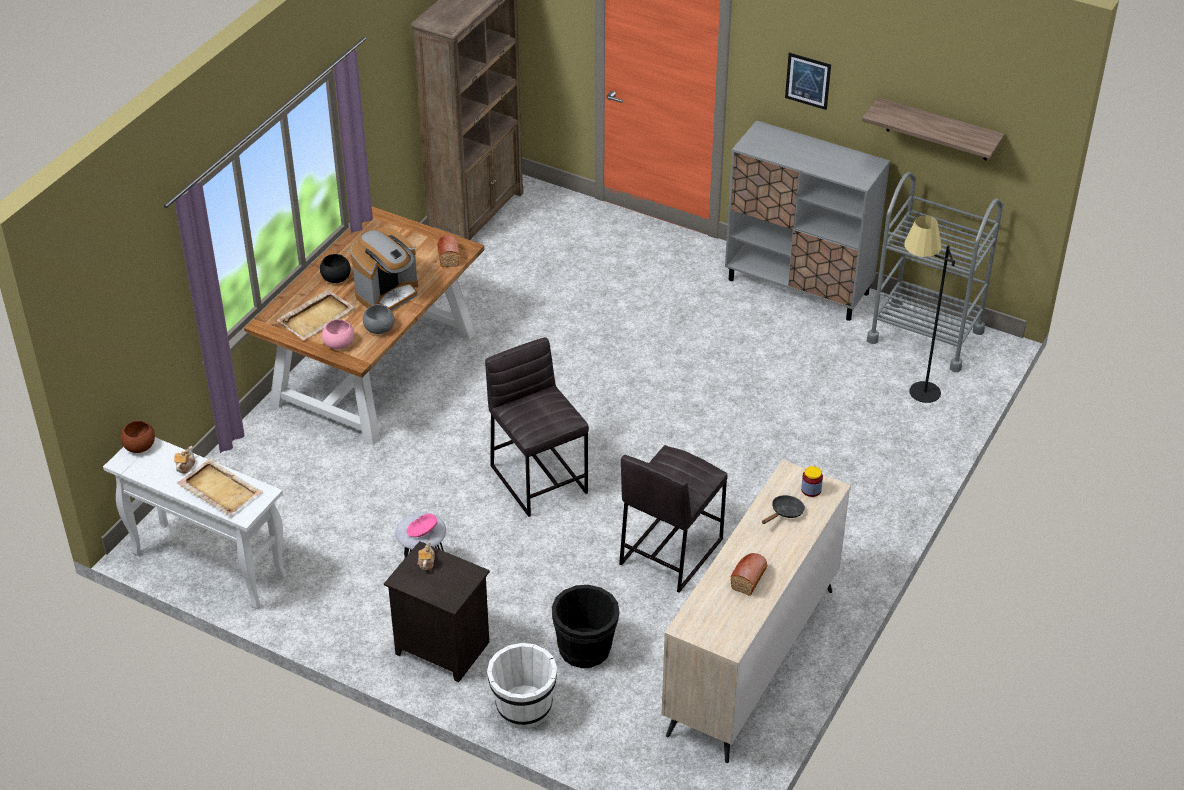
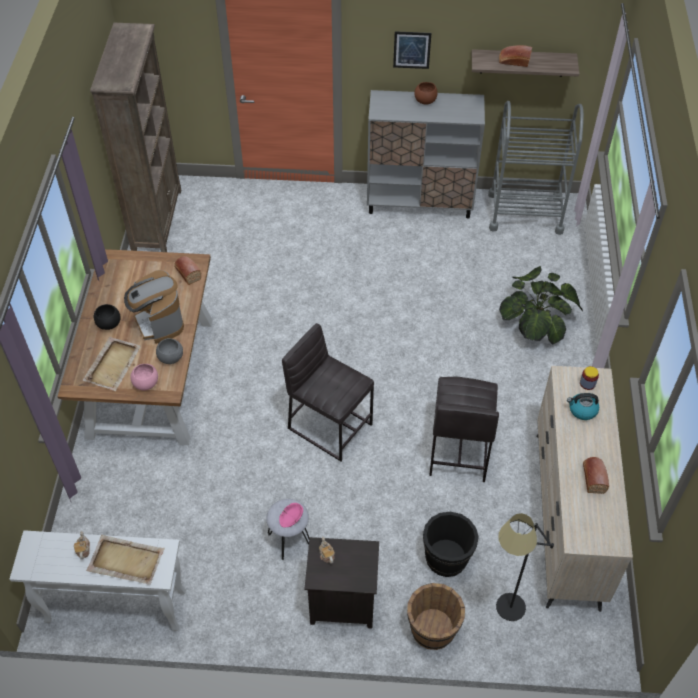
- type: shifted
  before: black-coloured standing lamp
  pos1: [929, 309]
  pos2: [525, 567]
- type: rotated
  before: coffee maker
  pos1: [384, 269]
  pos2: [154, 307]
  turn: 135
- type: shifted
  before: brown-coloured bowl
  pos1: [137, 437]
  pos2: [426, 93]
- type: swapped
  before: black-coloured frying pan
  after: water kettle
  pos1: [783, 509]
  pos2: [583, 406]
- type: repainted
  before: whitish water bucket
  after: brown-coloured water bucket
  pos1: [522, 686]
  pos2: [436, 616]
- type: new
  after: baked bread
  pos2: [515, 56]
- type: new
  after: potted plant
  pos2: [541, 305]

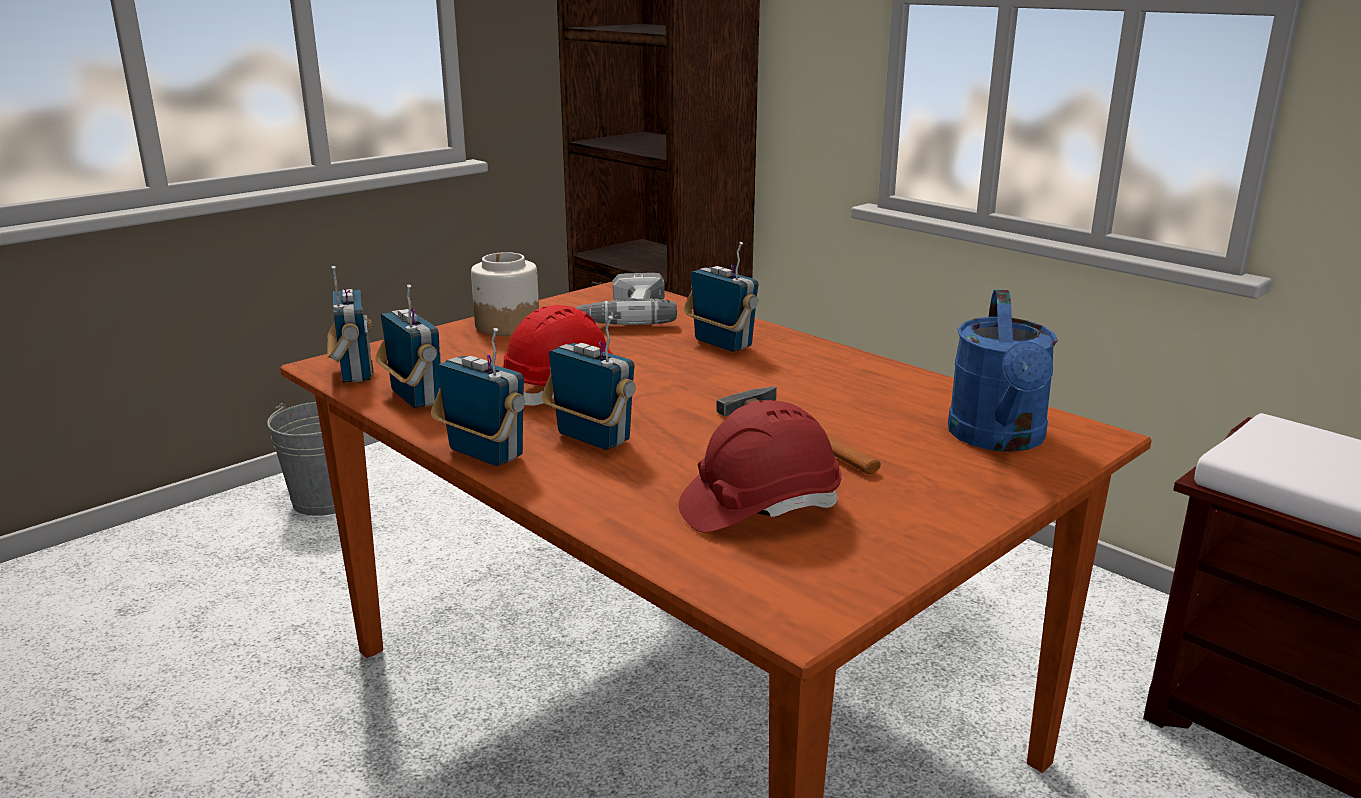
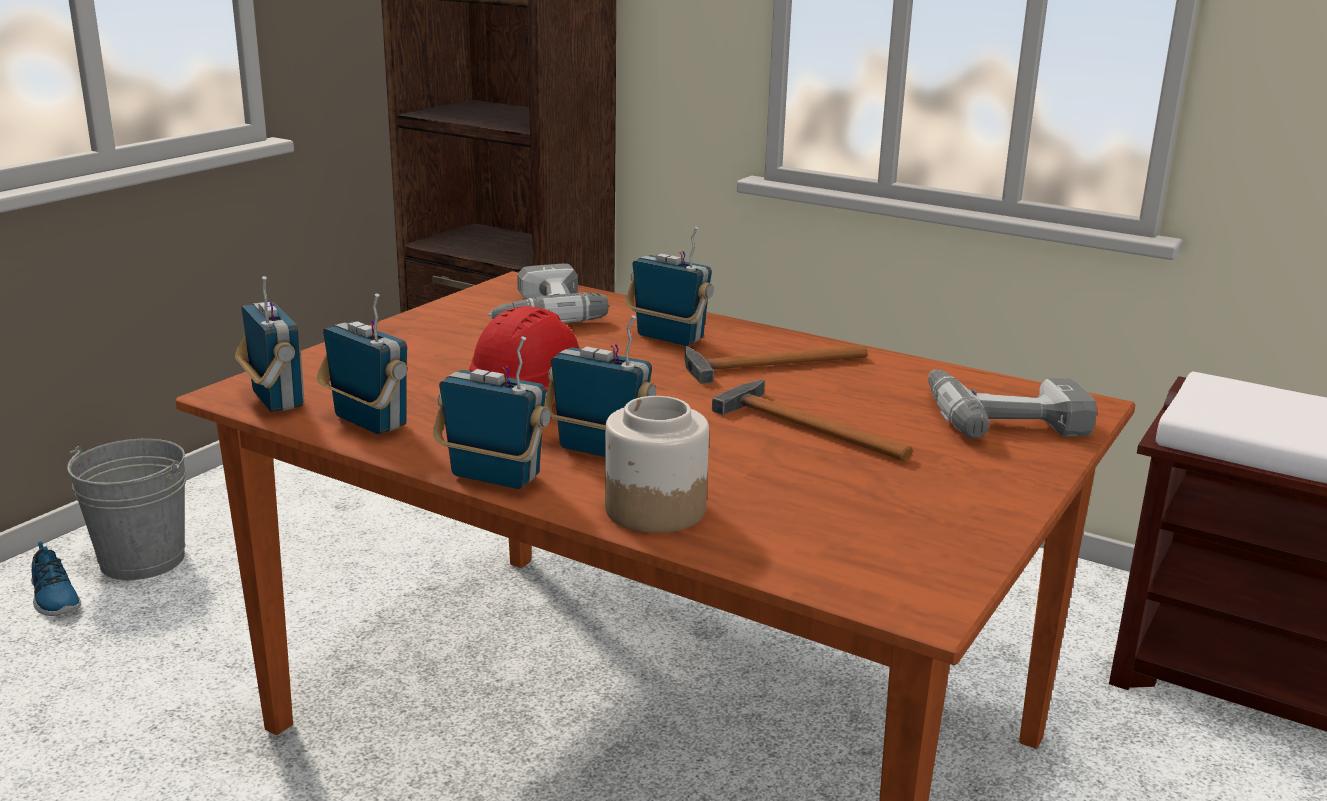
- type: shifted
  before: jar
  pos1: [505, 294]
  pos2: [657, 464]
- type: swapped
  before: blue watering pot
  after: power drill
  pos1: [1003, 370]
  pos2: [1012, 403]
- type: gone
  before: reddish hard hat
  pos1: [760, 466]
- type: new
  after: hand hammer
  pos2: [776, 364]
- type: new
  after: shoe
  pos2: [56, 578]

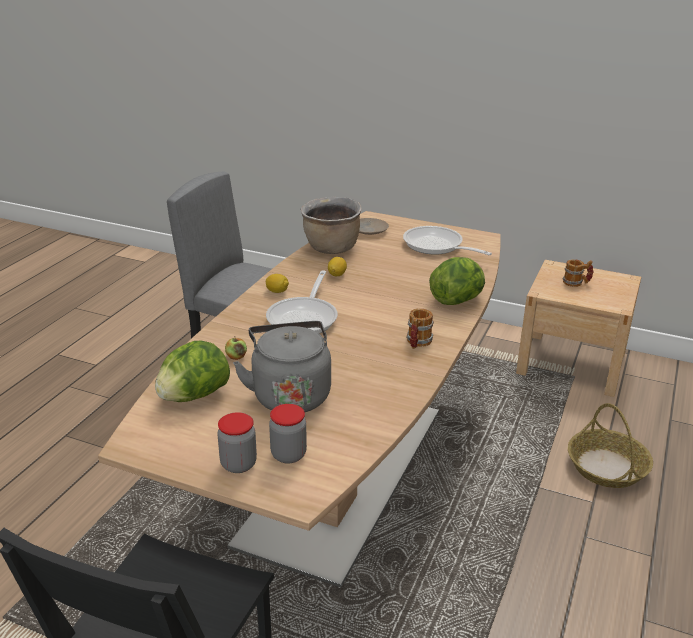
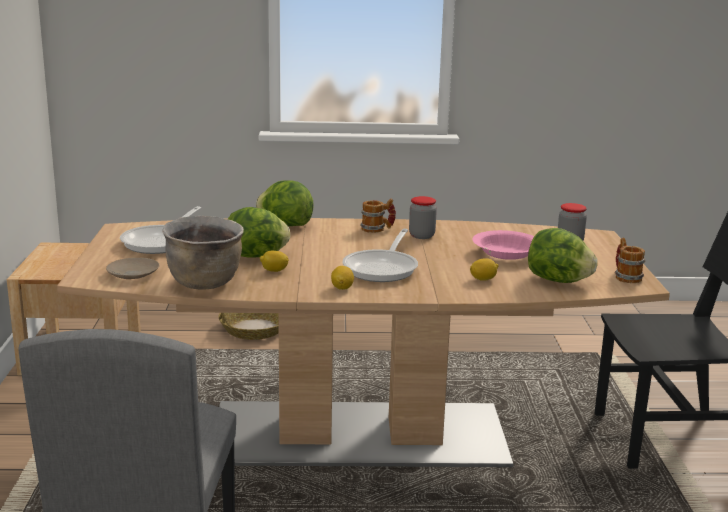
- type: shifted
  before: tea mug
  pos1: [578, 273]
  pos2: [630, 260]
- type: rotated
  before: frying pan
  pos1: [302, 302]
  pos2: [380, 255]
  turn: 120
- type: swapped
  before: gray water kettle
  after: pink-coloured bowl
  pos1: [282, 366]
  pos2: [503, 245]
- type: swapped
  before: whole apple
  after: lemon
  pos1: [236, 348]
  pos2: [484, 269]
- type: shifted
  before: jar
  pos1: [237, 442]
  pos2: [423, 217]
- type: new
  after: head of lettuce
  pos2: [259, 232]

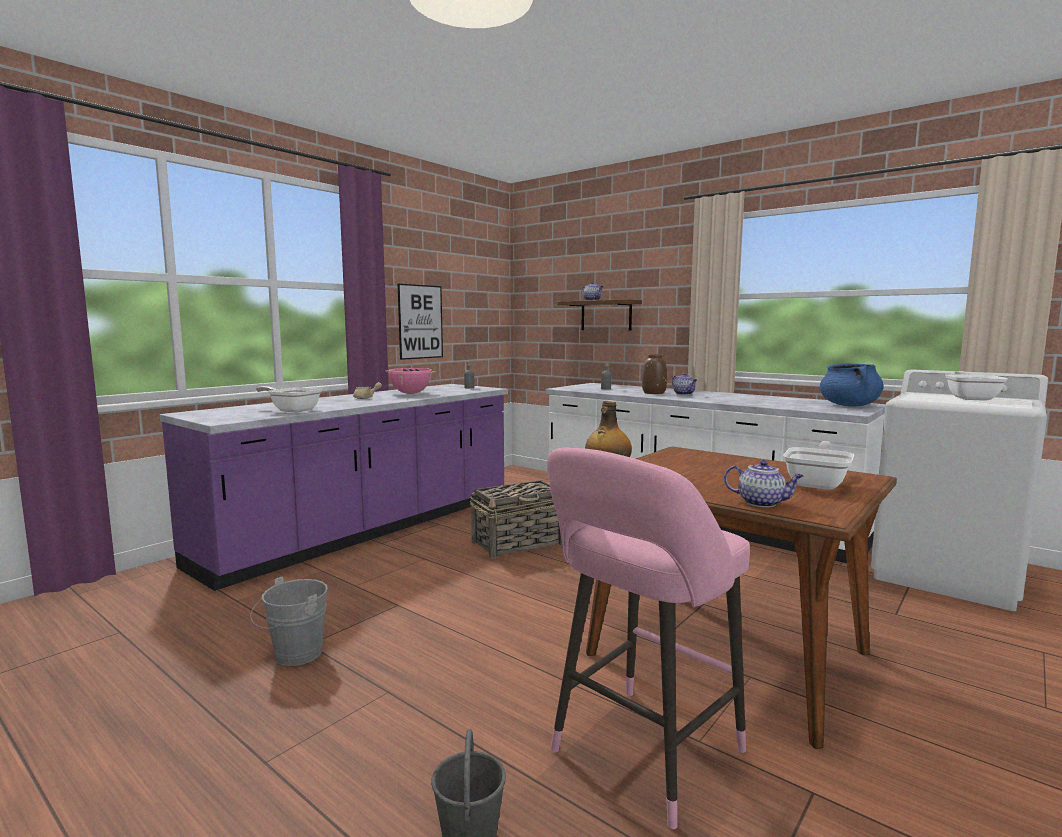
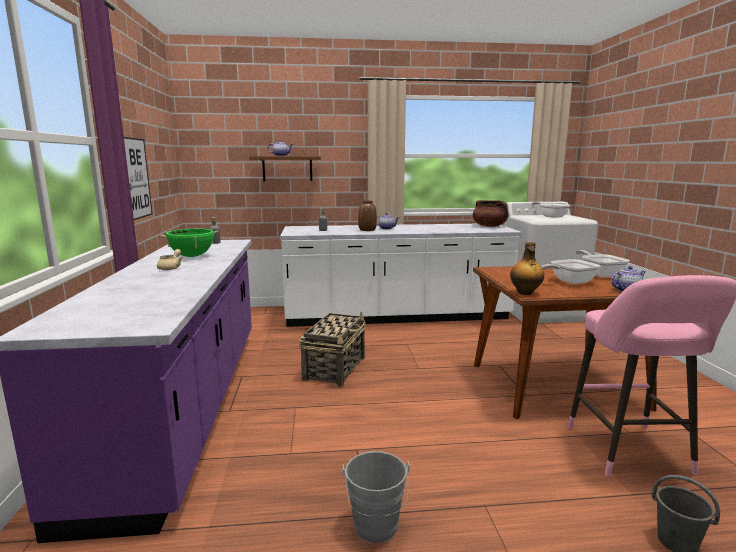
- type: repainted
  before: blue saucepot
  after: brown-coloured saucepot
  pos1: [852, 385]
  pos2: [491, 213]
- type: repainted
  before: pink-coloured saucepot
  after: green saucepot
  pos1: [411, 381]
  pos2: [189, 243]
- type: shifted
  before: frying pan
  pos1: [289, 399]
  pos2: [570, 271]

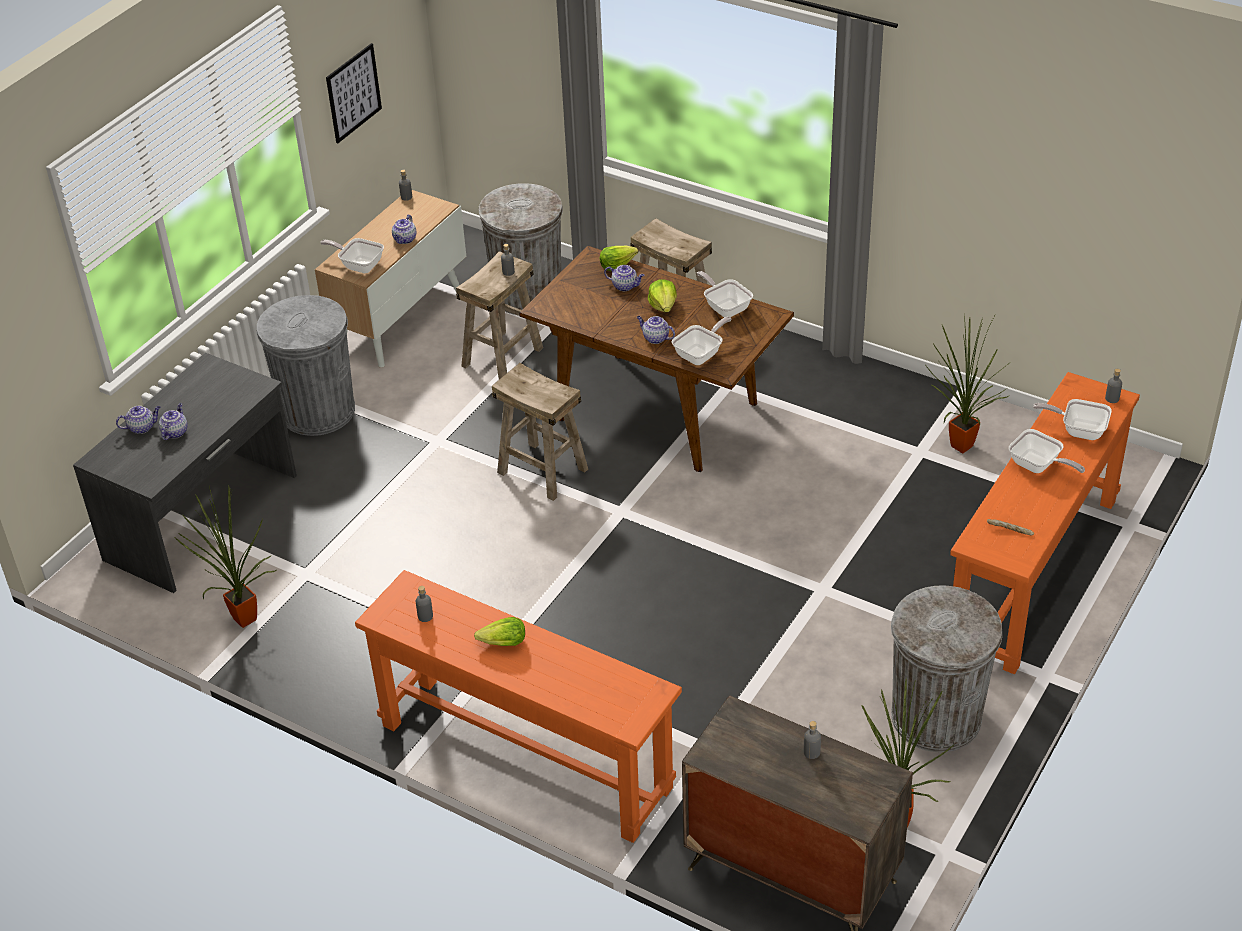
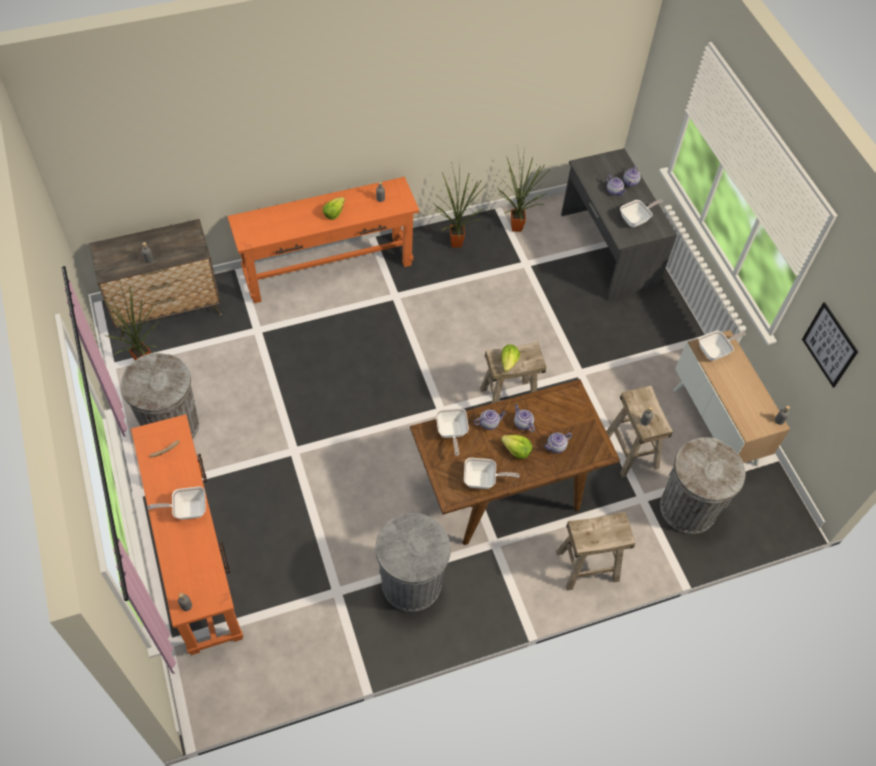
- type: shifted
  before: pot for tea
  pos1: [404, 229]
  pos2: [524, 418]
- type: shifted
  before: head of lettuce
  pos1: [619, 258]
  pos2: [510, 358]
- type: shifted
  before: gray trash can
  pos1: [306, 365]
  pos2: [413, 562]
- type: shifted
  before: potted plant
  pos1: [967, 384]
  pos2: [460, 205]
- type: shifted
  before: frying pan
  pos1: [1072, 419]
  pos2: [641, 213]

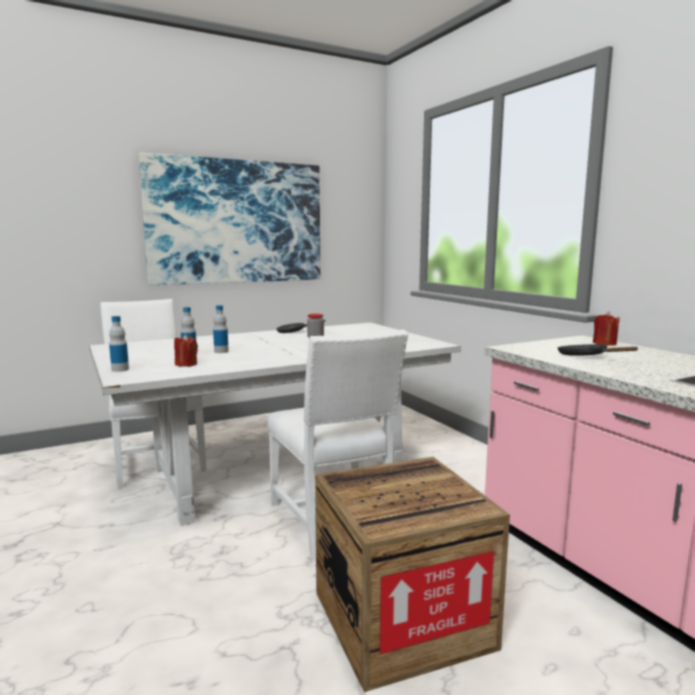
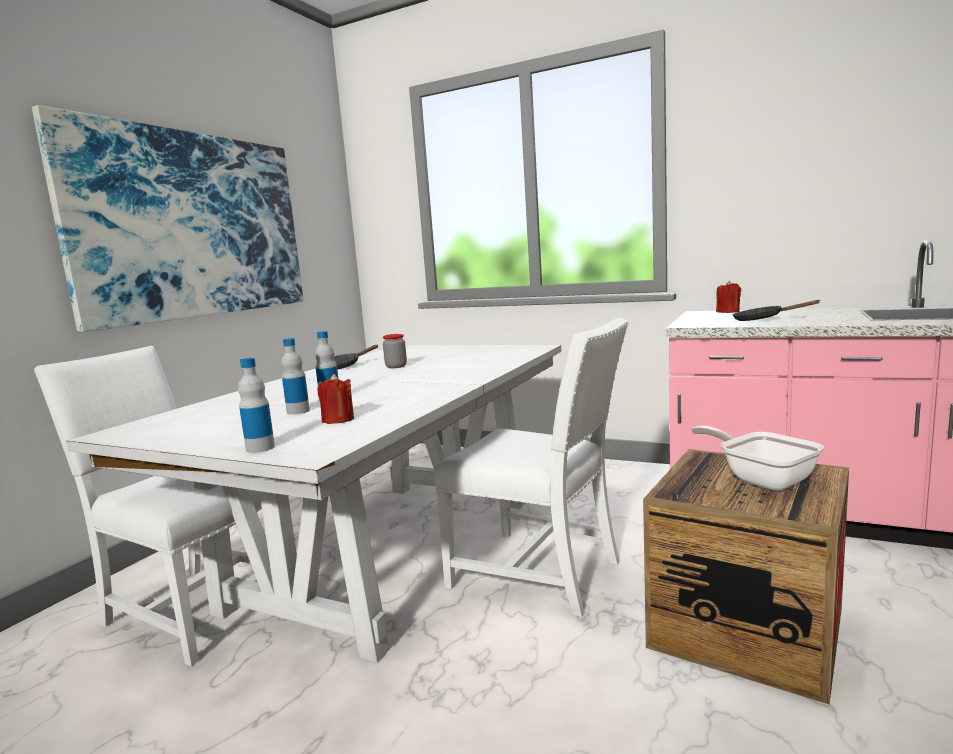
- type: new
  after: frying pan
  pos2: [757, 458]

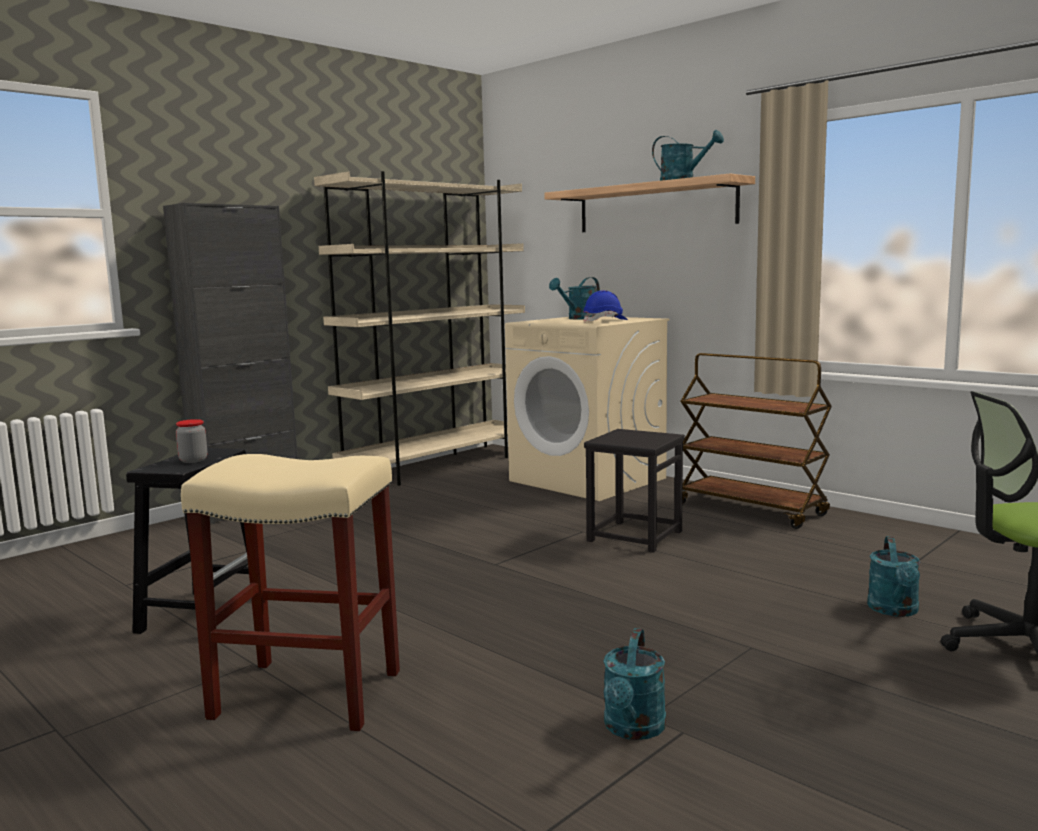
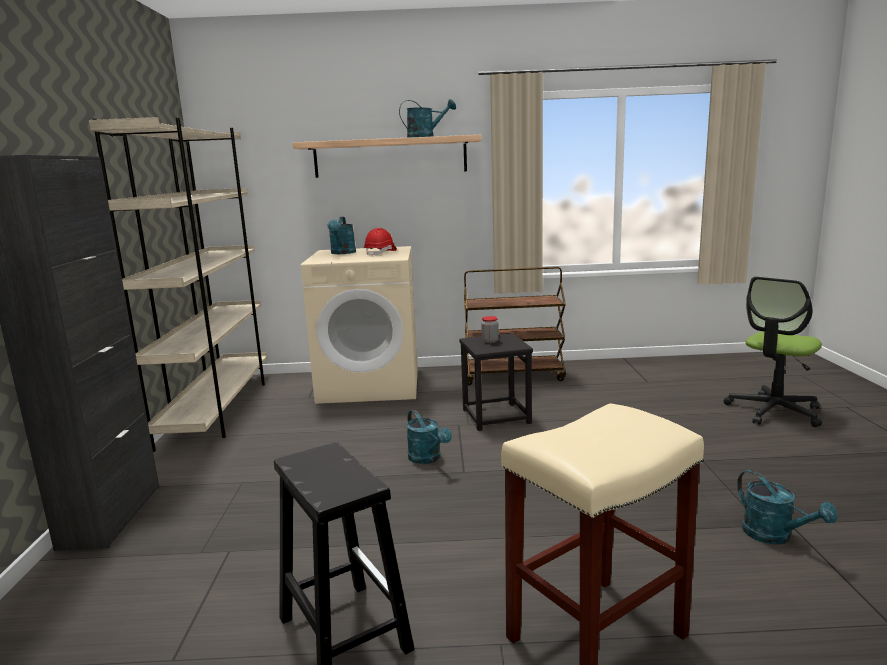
- type: repainted
  before: blue hard hat
  after: reddish hard hat
  pos1: [605, 306]
  pos2: [380, 242]
- type: shifted
  before: jar
  pos1: [191, 441]
  pos2: [490, 329]
- type: shifted
  before: turquoise-coloured watering pot
  pos1: [893, 576]
  pos2: [429, 437]

